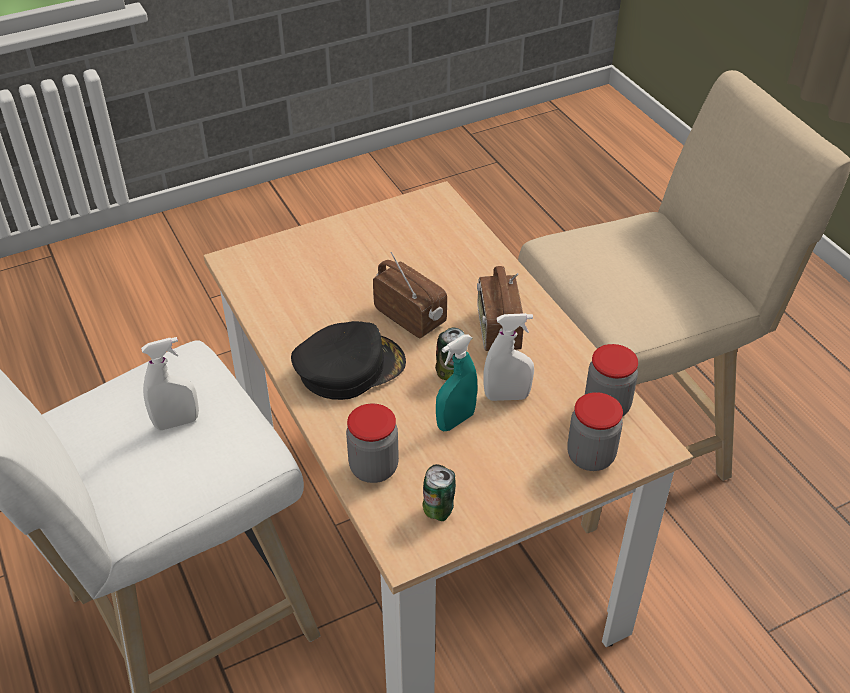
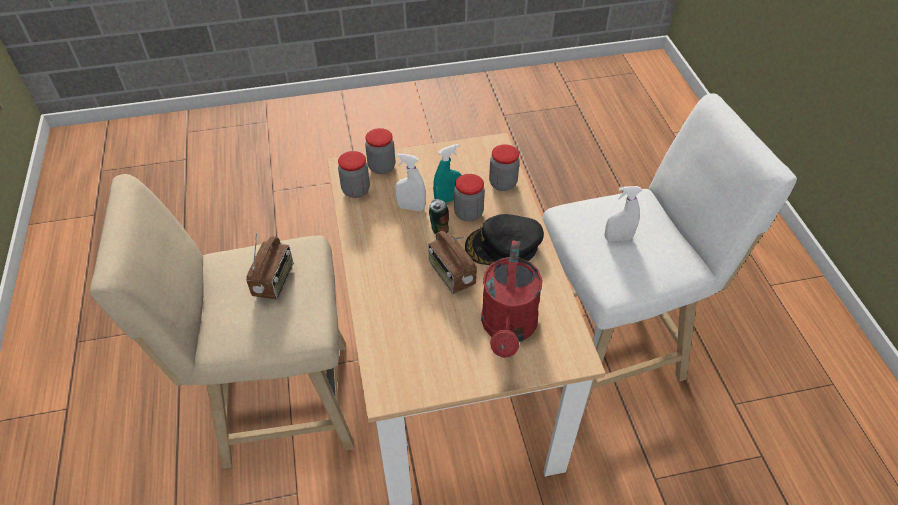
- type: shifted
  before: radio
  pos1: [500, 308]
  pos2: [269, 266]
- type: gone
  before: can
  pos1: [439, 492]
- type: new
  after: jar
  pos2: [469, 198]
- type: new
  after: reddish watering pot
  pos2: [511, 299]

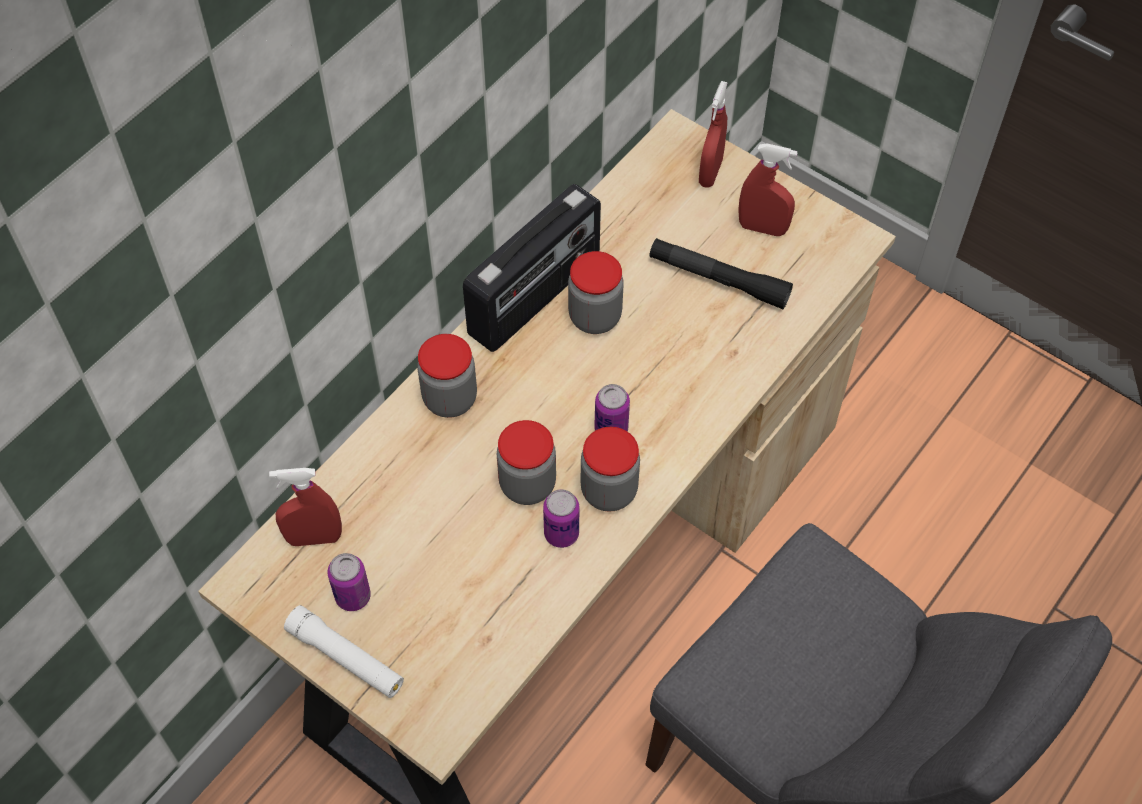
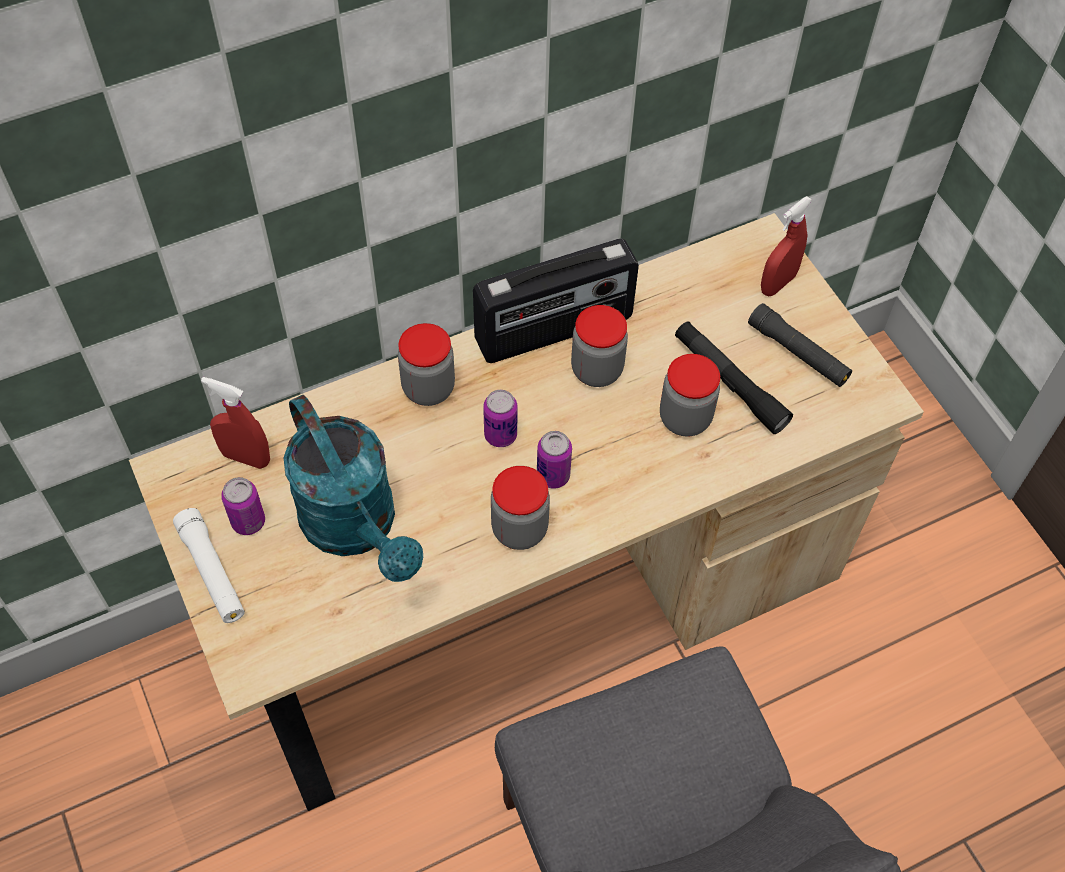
- type: swapped
  before: reddish spray bottle
  after: black-coloured flashlight
  pos1: [768, 190]
  pos2: [800, 345]
- type: shifted
  before: jar
  pos1: [526, 462]
  pos2: [690, 395]
- type: shifted
  before: can
  pos1: [561, 518]
  pos2: [500, 418]
- type: new
  after: turquoise-coloured watering pot
  pos2: [353, 488]

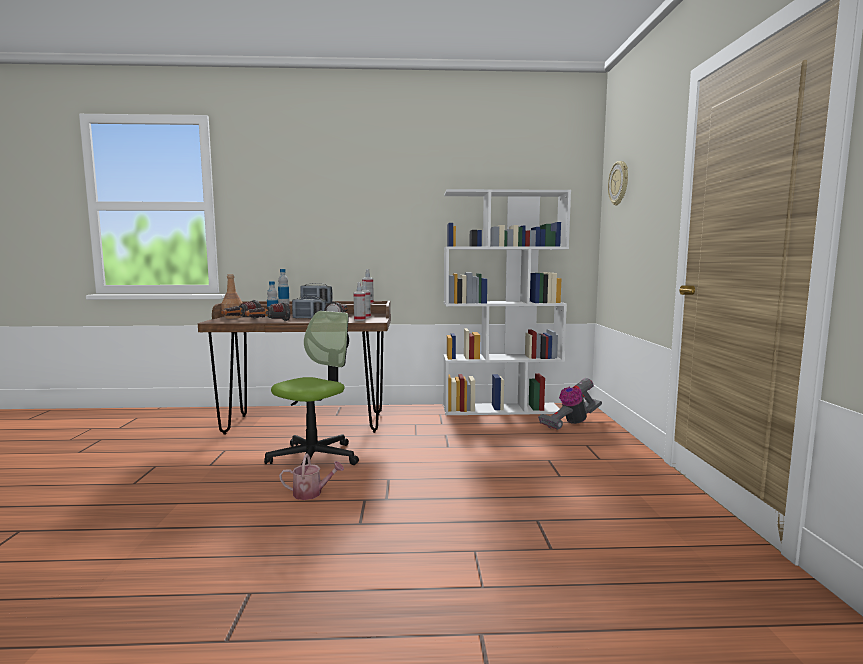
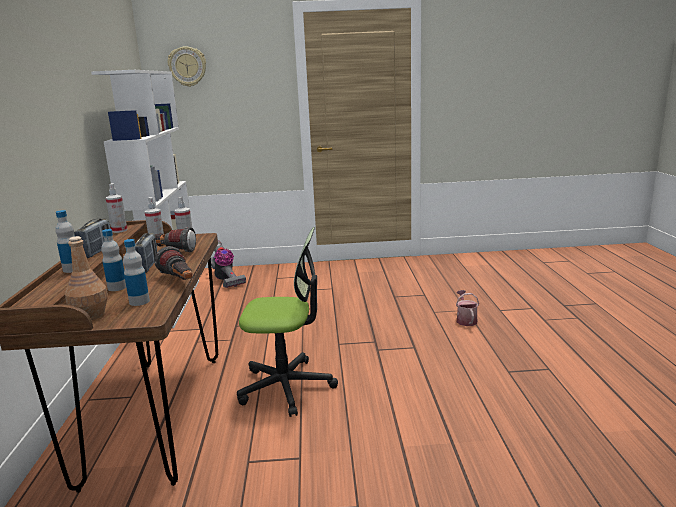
- type: swapped
  before: flashlight
  after: drink bottle
  pos1: [241, 309]
  pos2: [136, 272]
- type: rotated
  before: computer chair
  pos1: [311, 388]
  pos2: [287, 322]
  turn: 150
- type: shifted
  before: watering pot
  pos1: [311, 477]
  pos2: [467, 308]

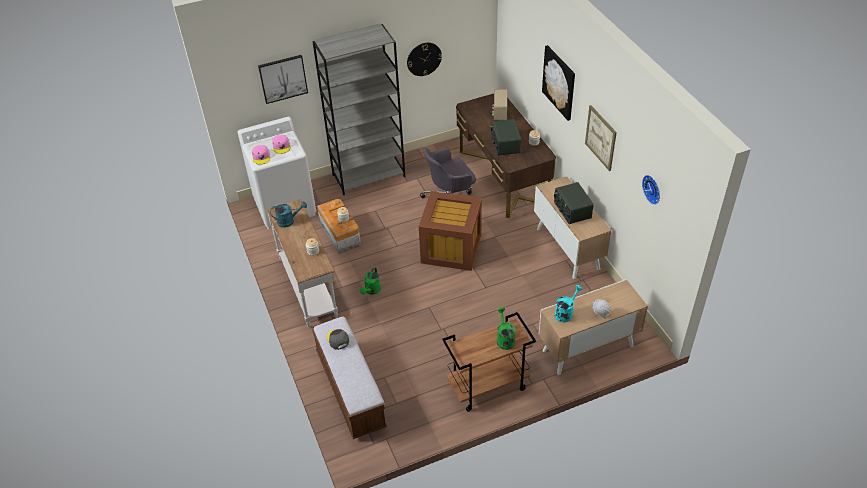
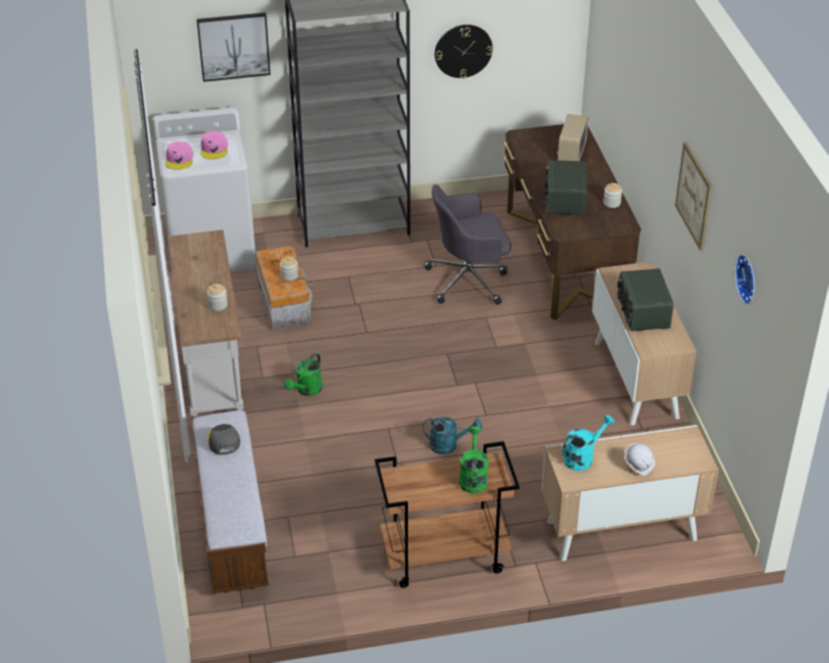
- type: gone
  before: wall picture
  pos1: [558, 83]
- type: gone
  before: brown-coloured storage box
  pos1: [450, 231]
- type: shifted
  before: turquoise-coloured watering pot
  pos1: [288, 214]
  pos2: [452, 435]

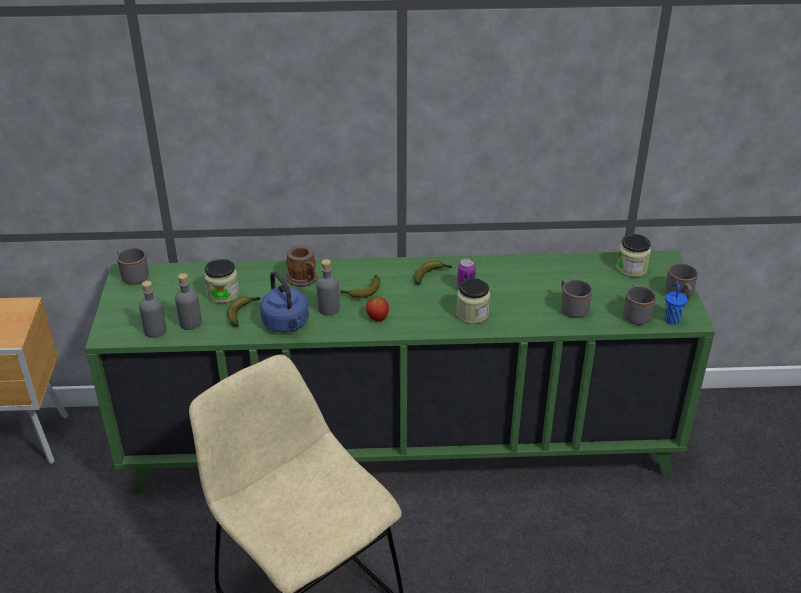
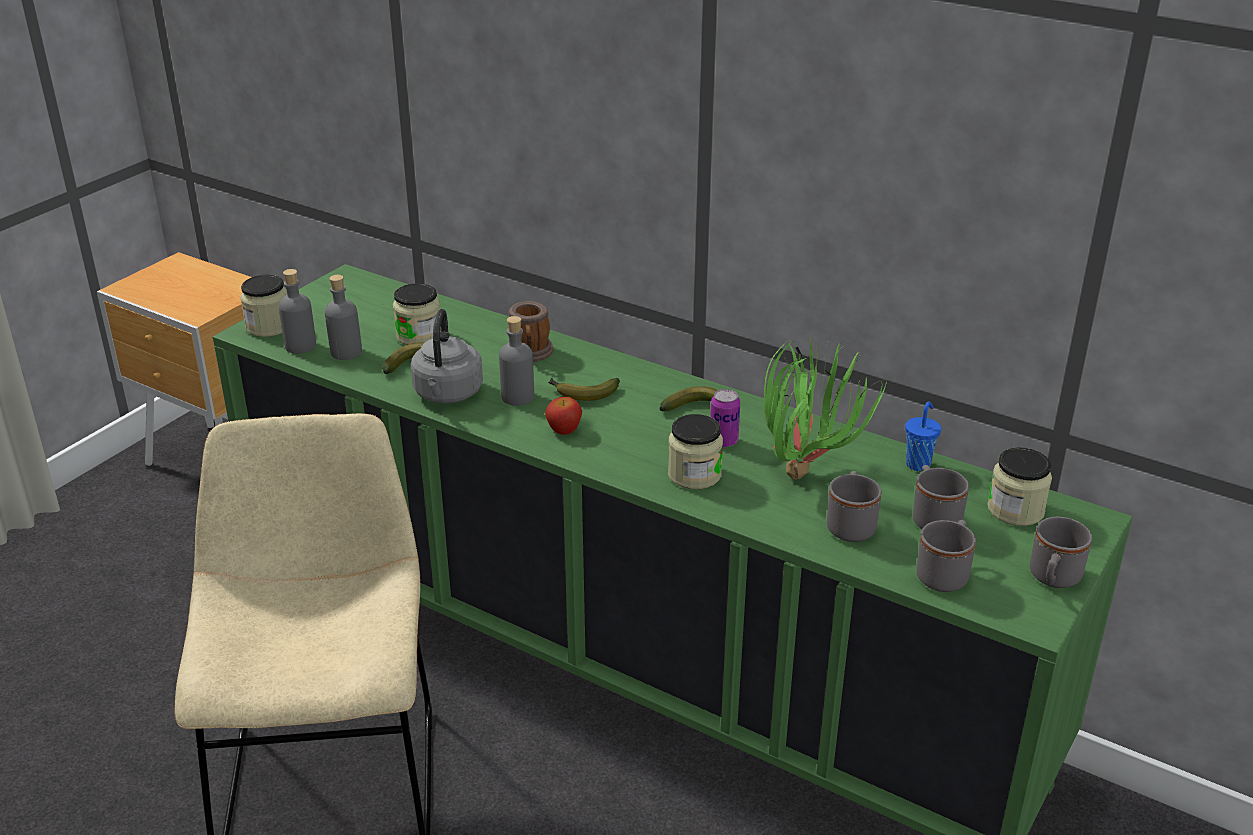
- type: shifted
  before: gray tea mug
  pos1: [133, 266]
  pos2: [941, 497]
- type: repainted
  before: blue water kettle
  after: gray water kettle
  pos1: [284, 301]
  pos2: [447, 356]
- type: shifted
  before: blue small cup
  pos1: [676, 304]
  pos2: [923, 436]
- type: new
  after: jar
  pos2: [263, 306]
- type: new
  after: potted plant
  pos2: [825, 408]

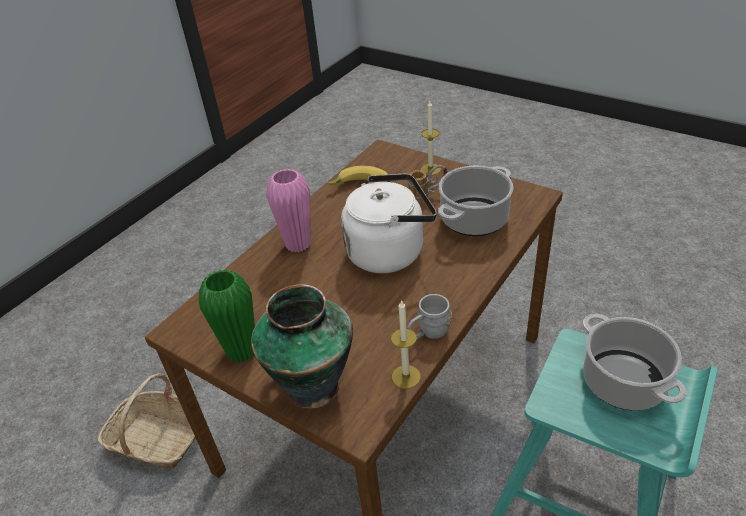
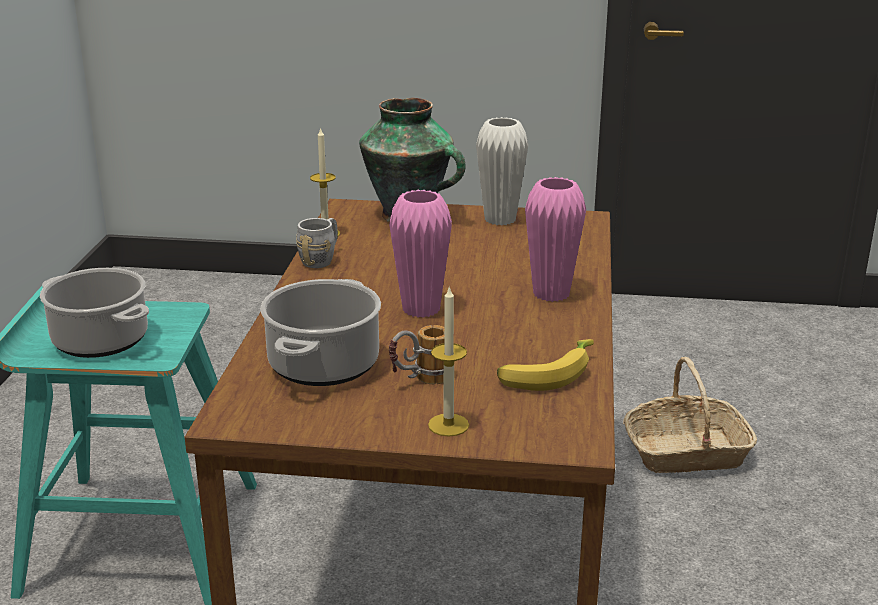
- type: swapped
  before: whitish water kettle
  after: pink-coloured flower vase
  pos1: [389, 223]
  pos2: [420, 254]
- type: repainted
  before: green flower vase
  after: whitish flower vase
  pos1: [227, 316]
  pos2: [502, 171]

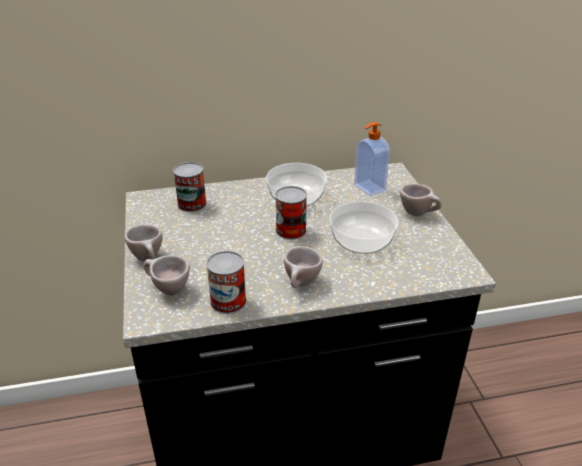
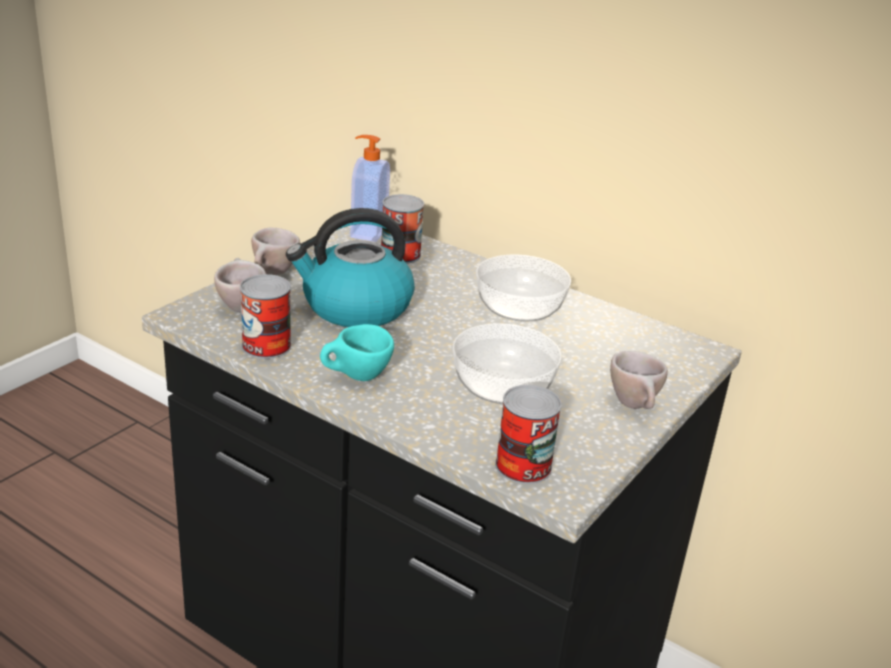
- type: shifted
  before: liquid soap bottle
  pos1: [372, 159]
  pos2: [370, 188]
- type: shifted
  before: can
  pos1: [291, 213]
  pos2: [528, 434]
- type: repainted
  before: beige-coloured small cup
  after: turquoise-coloured small cup
  pos1: [303, 267]
  pos2: [357, 352]
- type: new
  after: water kettle
  pos2: [350, 267]

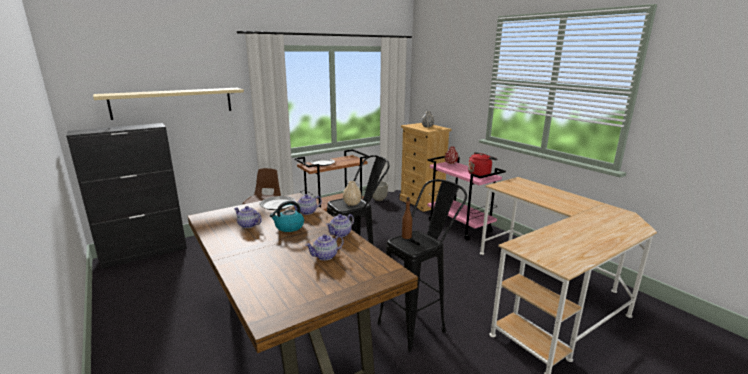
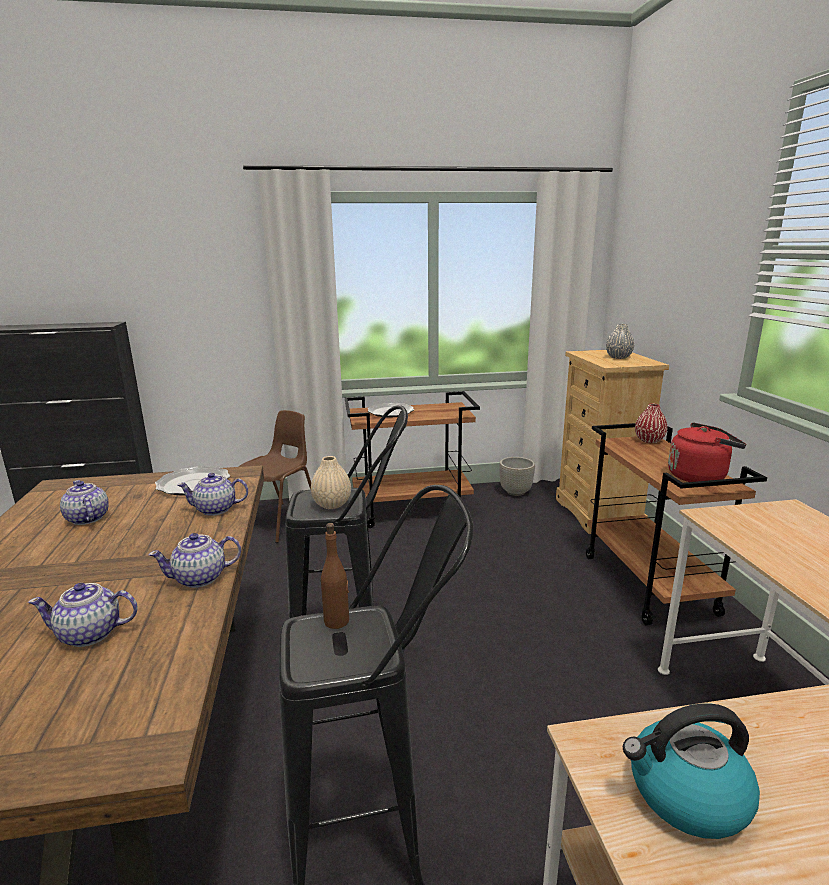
- type: gone
  before: beige-coloured wall shelf
  pos1: [168, 104]
- type: repainted
  before: pink-coloured trolley
  after: brown-coloured trolley
  pos1: [467, 198]
  pos2: [676, 524]
- type: shifted
  before: water kettle
  pos1: [287, 216]
  pos2: [691, 771]

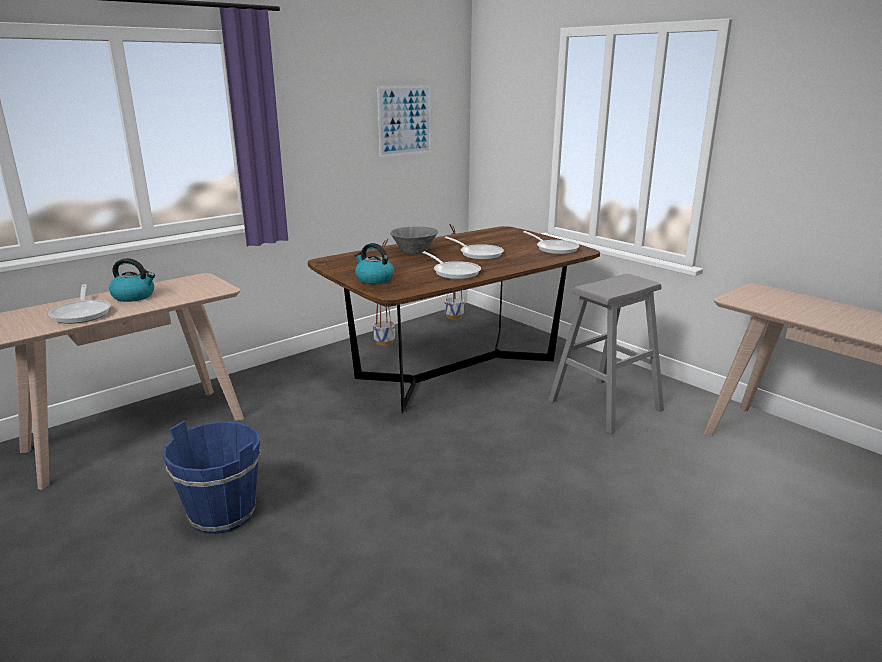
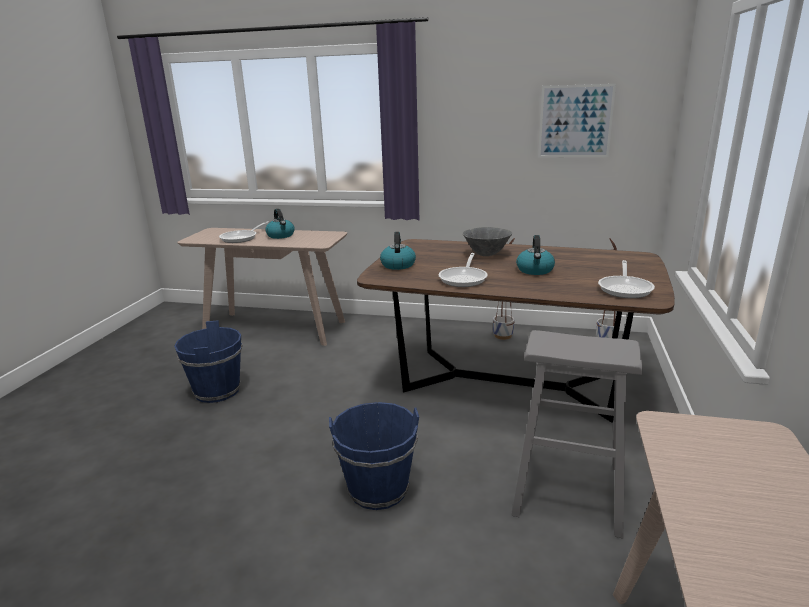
- type: swapped
  before: frying pan
  after: water kettle
  pos1: [474, 248]
  pos2: [535, 255]
- type: new
  after: blue water bucket
  pos2: [374, 456]

